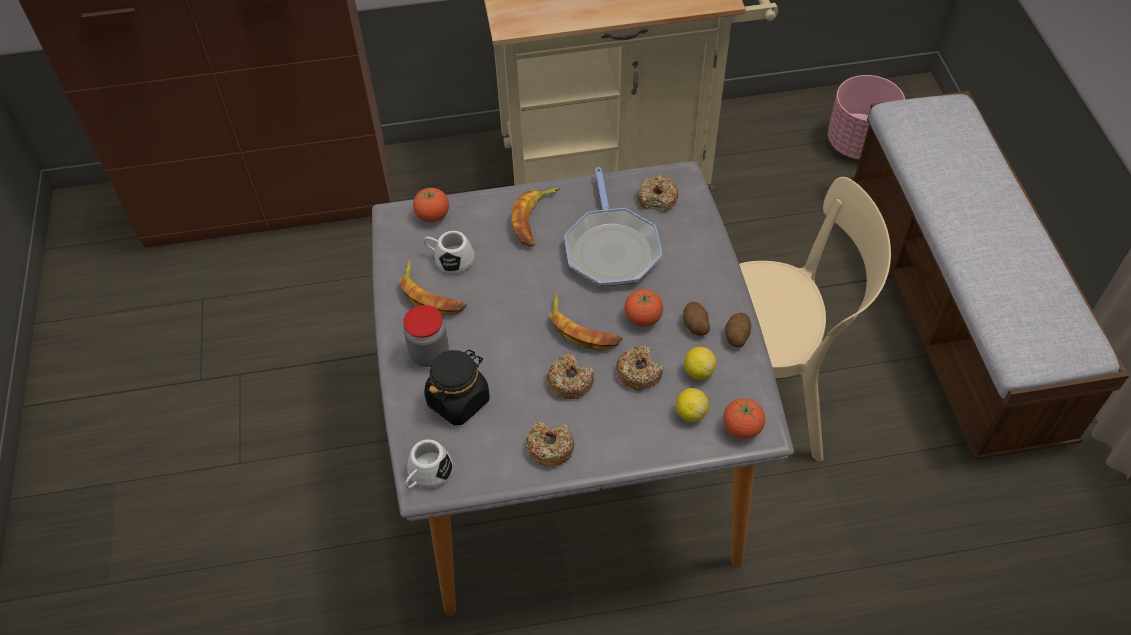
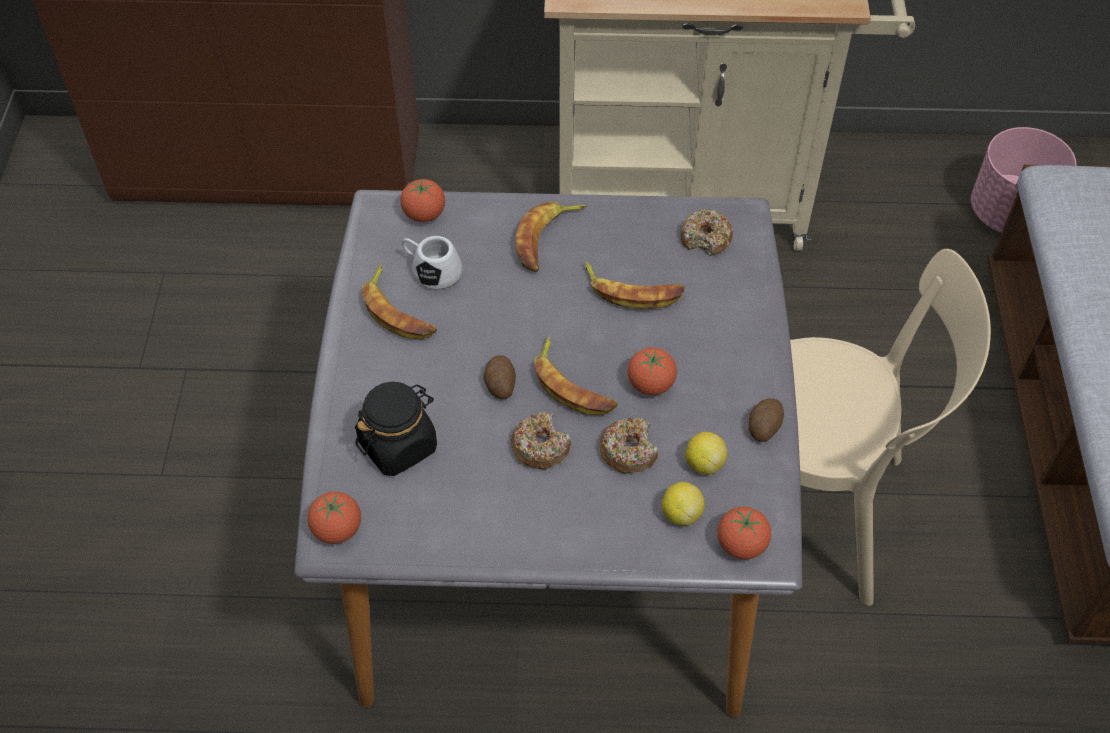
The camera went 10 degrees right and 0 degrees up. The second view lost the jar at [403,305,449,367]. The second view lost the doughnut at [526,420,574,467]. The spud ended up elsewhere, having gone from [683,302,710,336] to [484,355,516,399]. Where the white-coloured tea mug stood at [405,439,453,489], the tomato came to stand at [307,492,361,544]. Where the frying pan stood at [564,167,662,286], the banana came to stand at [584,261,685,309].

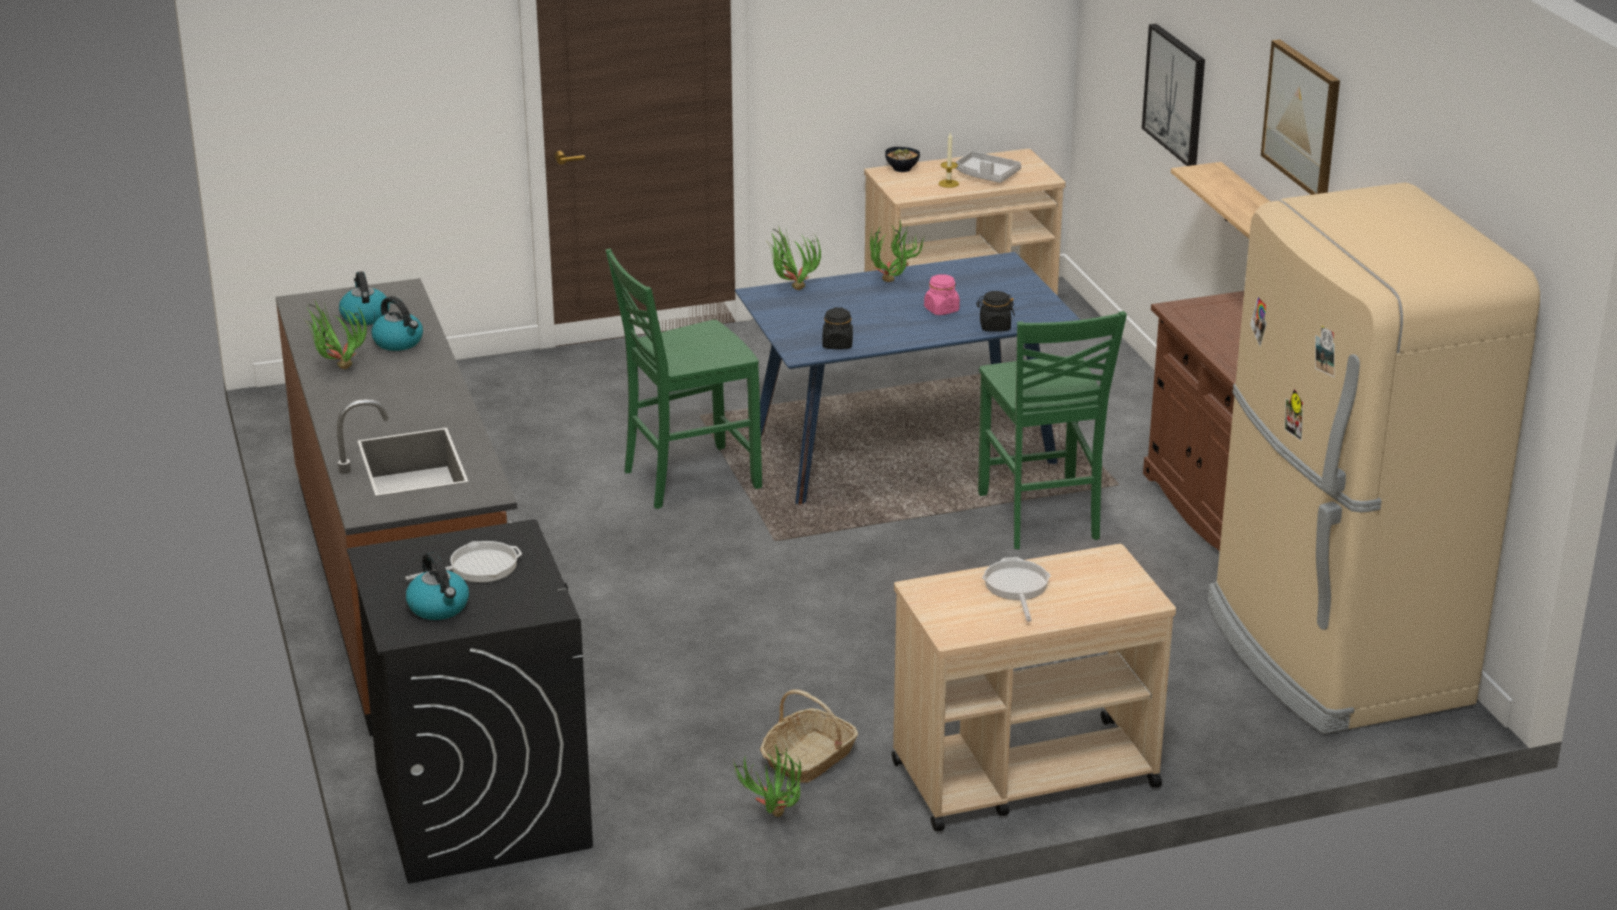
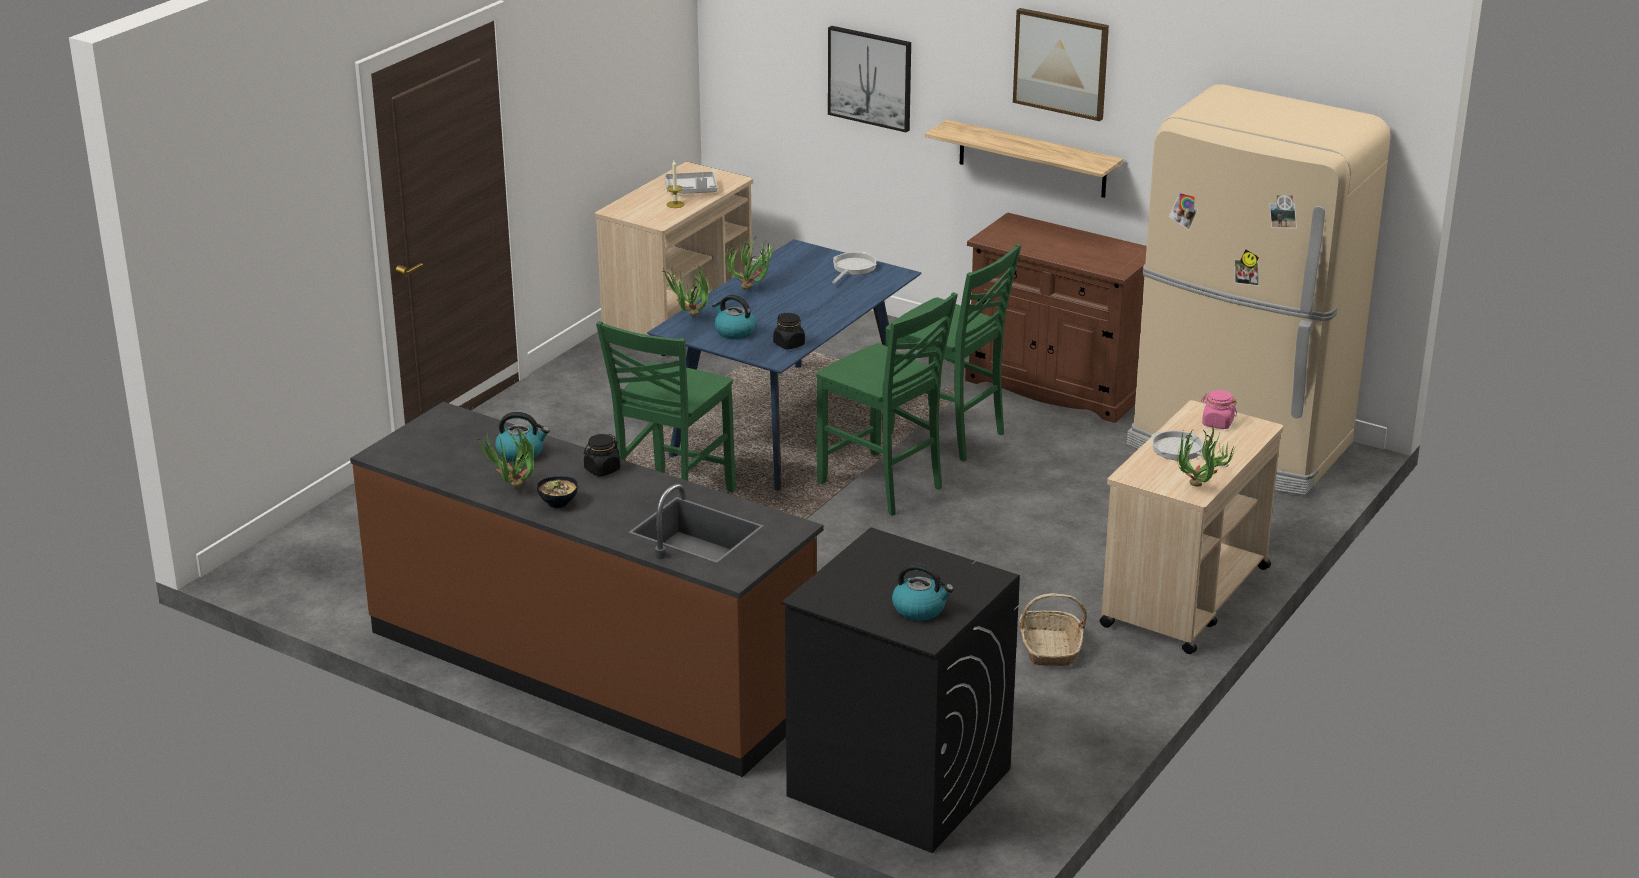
The camera went 40 degrees left and 0 degrees up. The second view gained the greenish plain chair at [816,292,958,516]. The water kettle ended up elsewhere, having gone from [339,271,390,325] to [712,295,757,339]. The frying pan ended up elsewhere, having gone from [405,541,522,583] to [832,251,876,284]. The plant in a pot ended up elsewhere, having gone from [734,745,802,817] to [1177,426,1237,487]. The bowl ended up elsewhere, having gone from [885,147,920,172] to [537,476,578,508]. The pink-coloured jar ended up elsewhere, having gone from [924,274,960,315] to [1201,390,1237,429]. The black jar ended up elsewhere, having gone from [976,291,1015,332] to [584,434,620,476].

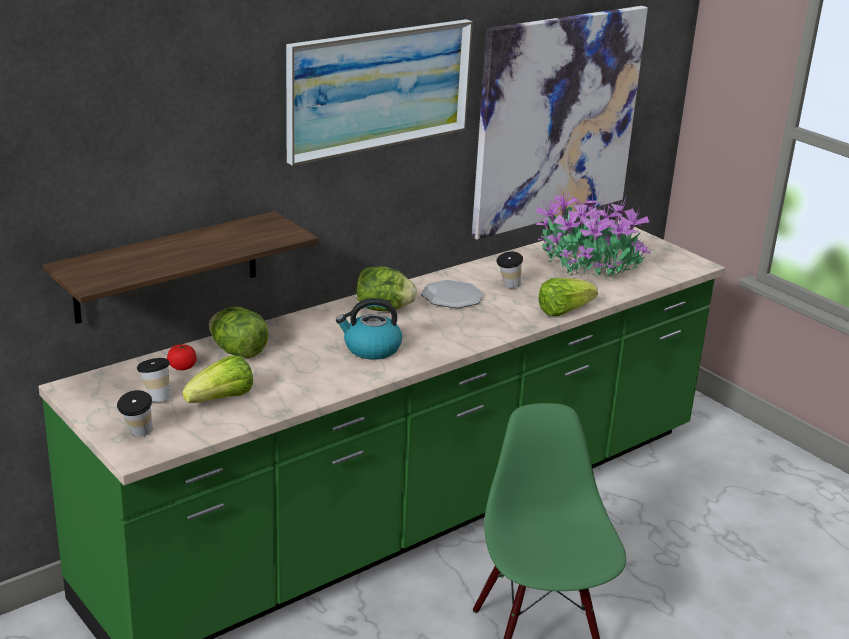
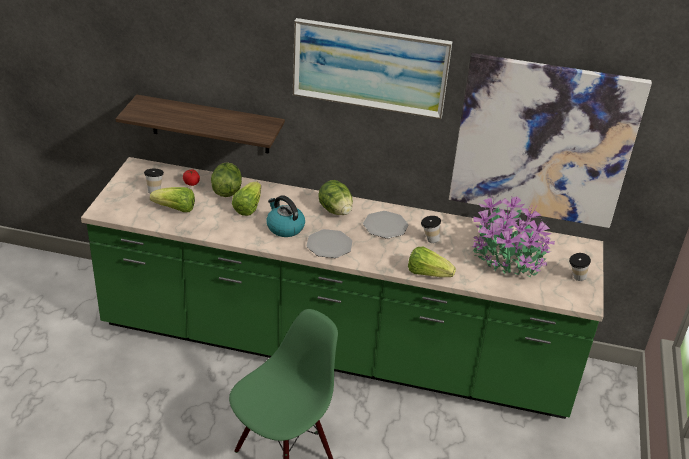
The camera went 50 degrees right and 10 degrees up. The second view gained the head of lettuce at [232,182,261,216]. The second view gained the flat dish at [307,229,352,258]. The drinking cup ended up elsewhere, having gone from [117,390,152,437] to [569,253,591,281].

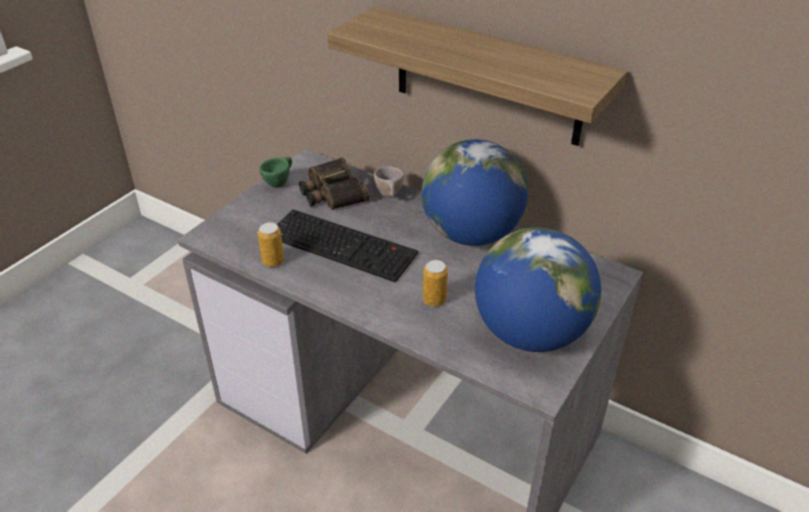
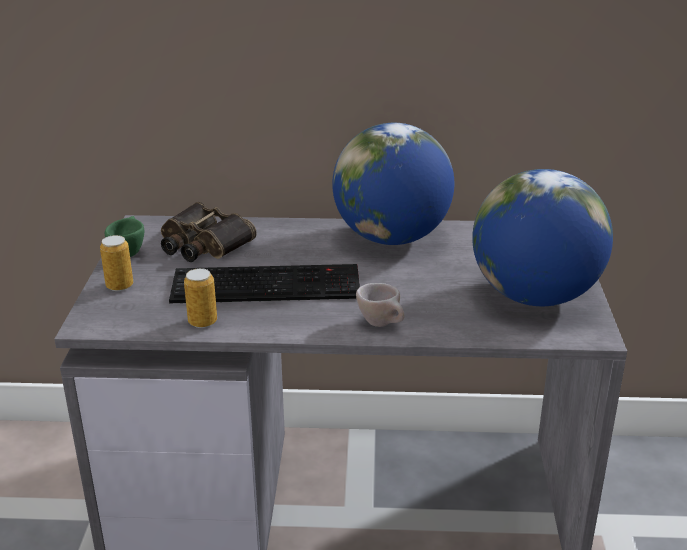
The camera went 30 degrees left and 10 degrees down. The second view lost the shelf at [327,7,628,146]. The beige drinking cup ended up elsewhere, having gone from [374,166,404,197] to [356,283,404,327]. The can ended up elsewhere, having gone from [423,260,448,306] to [100,235,133,291].

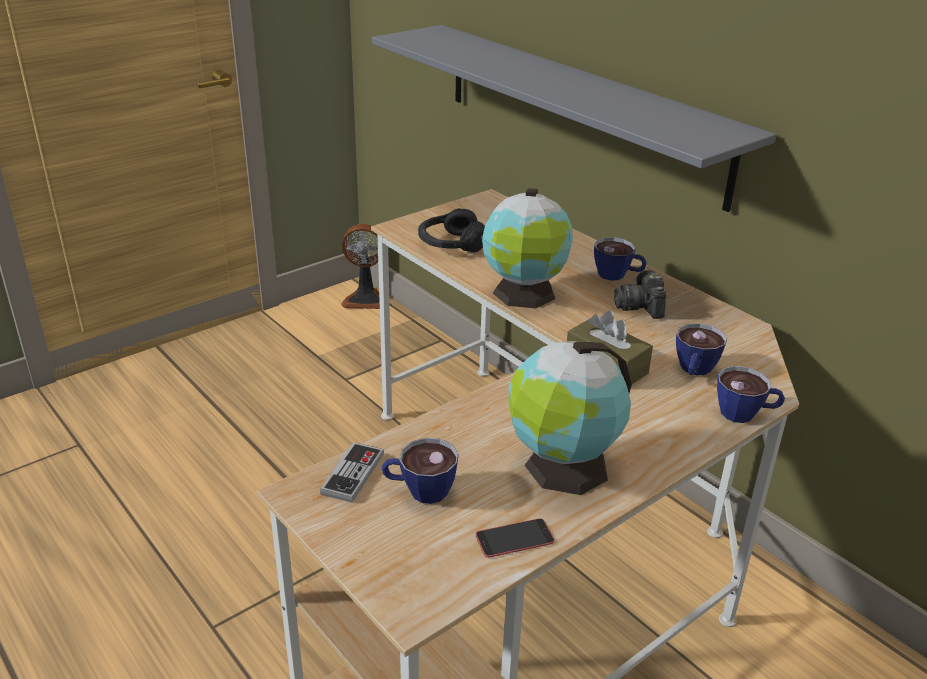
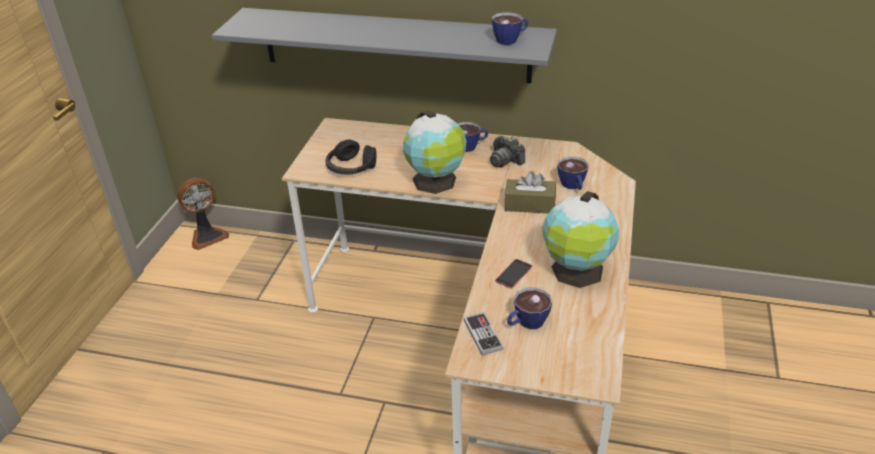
The camera went 35 degrees left and 5 degrees up. The telephone ended up elsewhere, having gone from [475,518,555,558] to [495,259,532,288]. The drinking cup ended up elsewhere, having gone from [717,366,785,423] to [492,12,528,45].

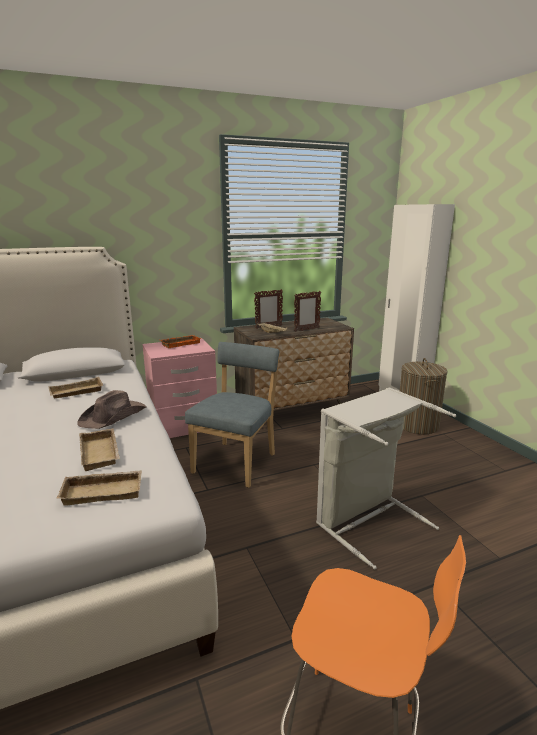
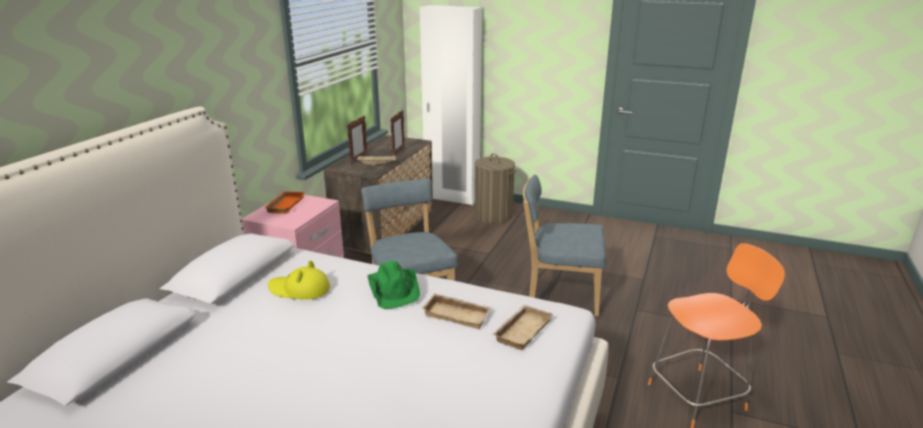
The camera went 45 degrees left and 5 degrees up. Where the beige carrying tray stood at [48,377,103,399], the yellowish clothing hat came to stand at [268,261,330,300]. Where the grey hamper stood at [316,387,456,569], the blue plain chair came to stand at [523,174,606,317]. What was the brown-coloured clothing hat at [77,390,146,429] turned into the greenish clothing hat at [367,261,420,309].

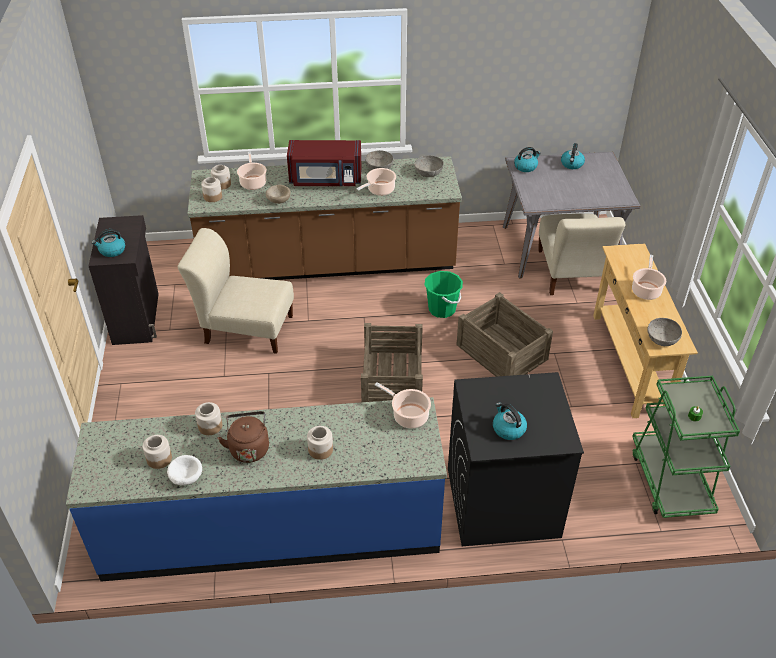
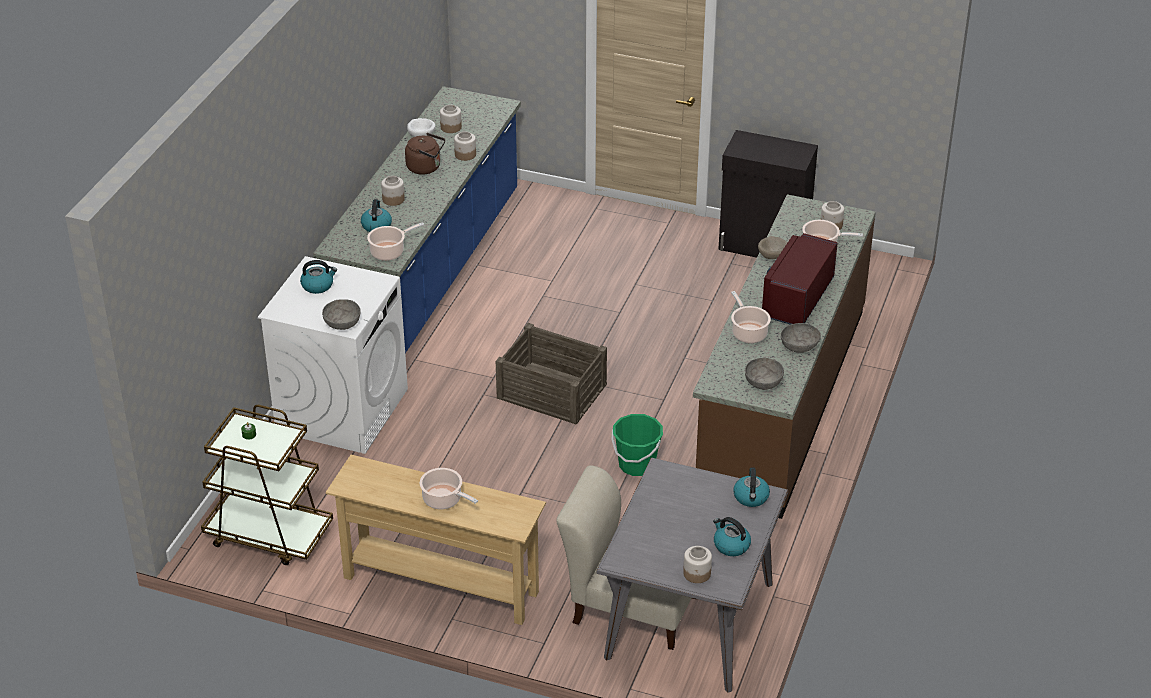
The camera went 115 degrees right and 5 degrees down. The second view lost the beige plain chair at [178,228,294,354]. The second view lost the packing crate at [457,292,553,377]. The water kettle ended up elsewhere, having gone from [92,229,125,257] to [361,199,392,232]. The jar ended up elsewhere, having gone from [201,177,222,202] to [683,546,712,583]. The grey bowl ended up elsewhere, having gone from [648,318,682,346] to [322,299,361,330]. What was the black laundry appliance at [448,372,584,546] turned into the white-coloured laundry appliance at [258,256,408,454]. What was the greenish cart at [632,376,740,518] turned into the brown-coloured cart at [201,405,333,565].

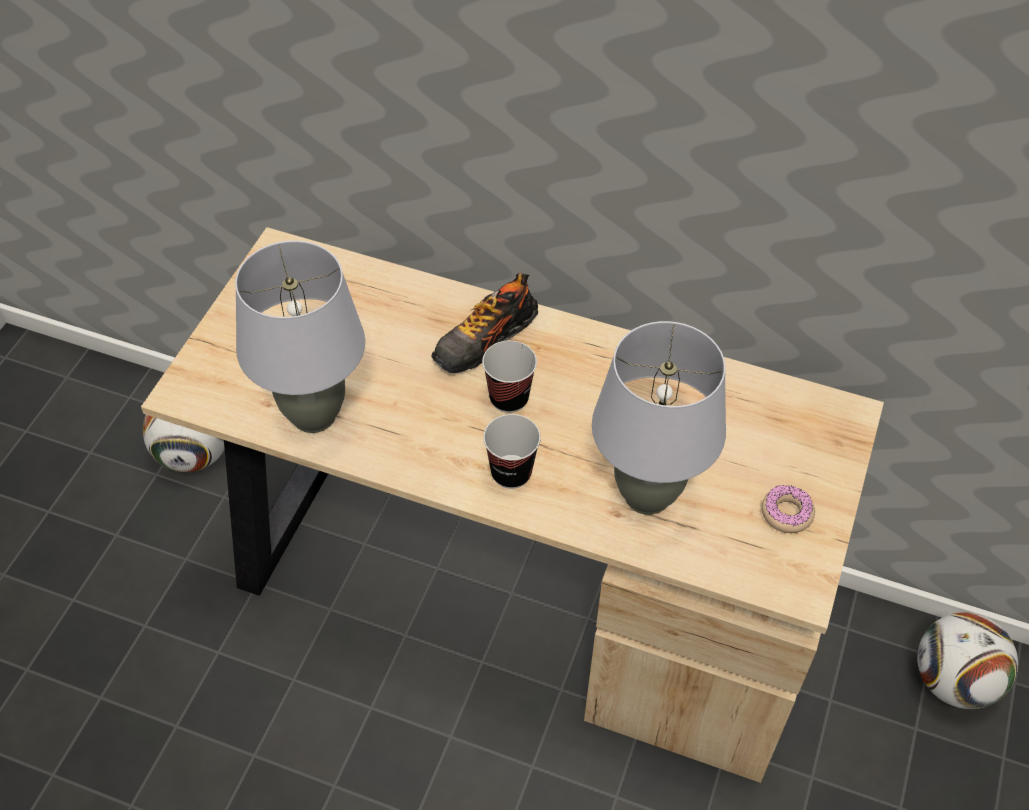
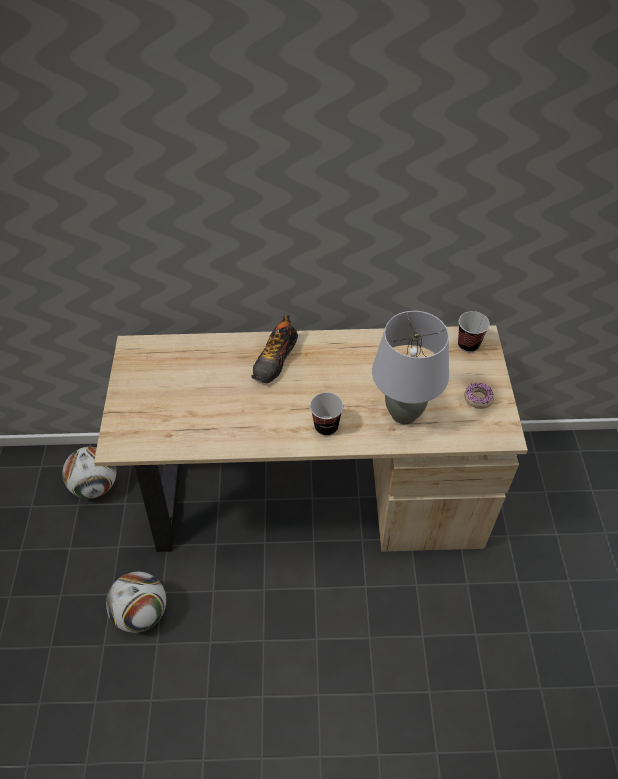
The camera went 20 degrees left and 0 degrees up. The second view lost the grey lamp for a table at [235,240,365,433]. The drinking cup ended up elsewhere, having gone from [482,340,537,413] to [458,311,490,353]. The football ball ended up elsewhere, having gone from [918,612,1018,709] to [106,572,166,633].

